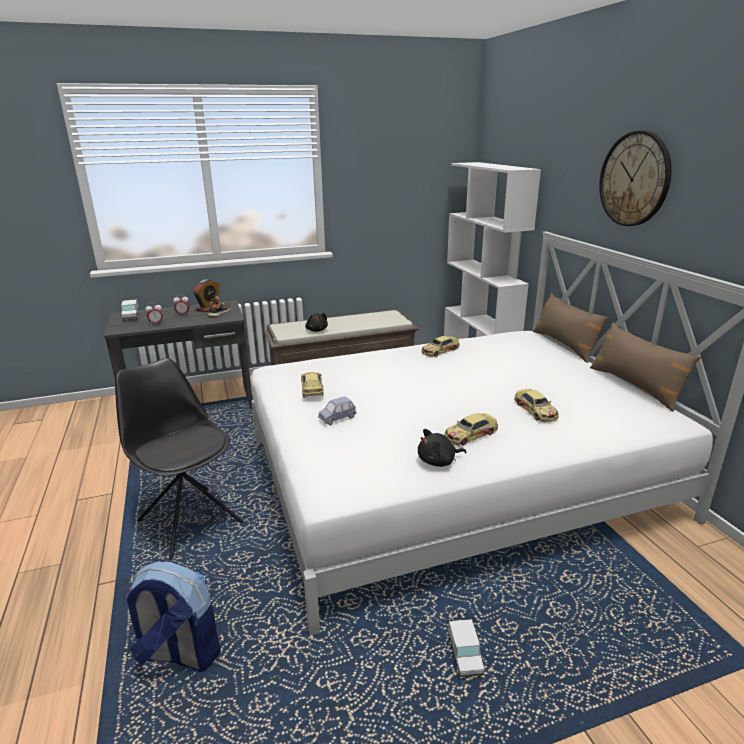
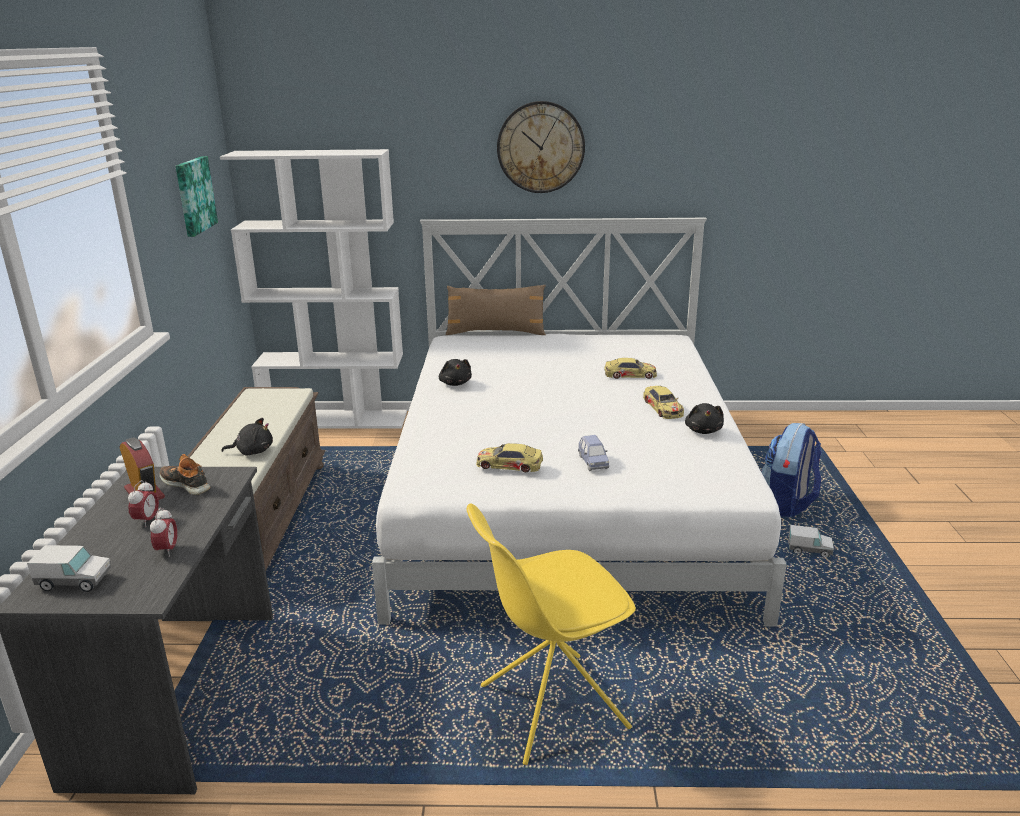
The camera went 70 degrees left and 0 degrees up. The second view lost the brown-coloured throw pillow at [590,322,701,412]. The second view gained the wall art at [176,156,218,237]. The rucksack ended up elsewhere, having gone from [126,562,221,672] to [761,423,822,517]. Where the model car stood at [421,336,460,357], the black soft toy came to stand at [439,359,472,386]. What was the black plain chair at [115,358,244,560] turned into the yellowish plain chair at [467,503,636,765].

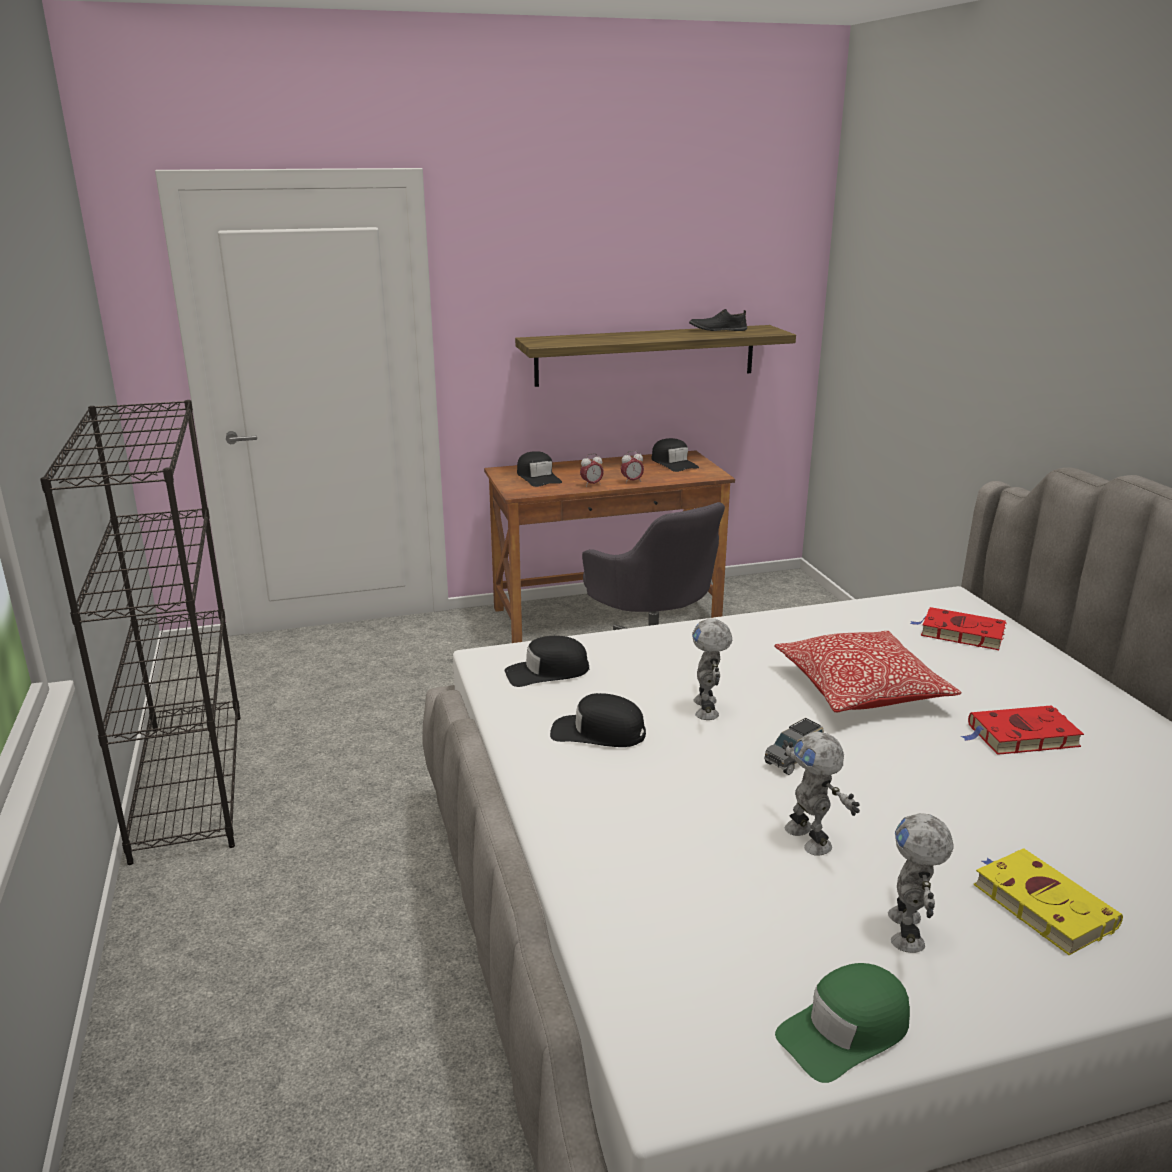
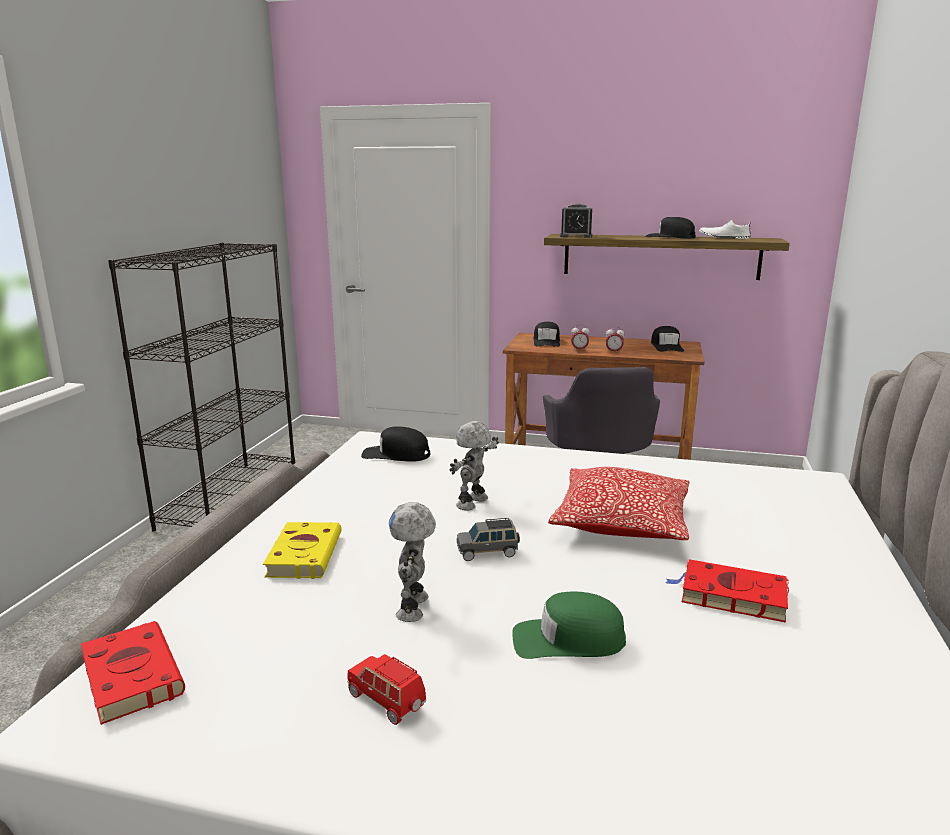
The camera went 30 degrees right and 5 degrees down. The second view gained the alarm clock at [560,204,592,238]. The black cap ended up elsewhere, having gone from [550,693,646,747] to [645,217,696,238]. The greenish cap ended up elsewhere, having gone from [775,963,910,1083] to [512,592,626,659]. The reddish bound book ended up elsewhere, having gone from [910,607,1007,650] to [81,621,185,725]. The yellowish bound book ended up elsewhere, having gone from [973,848,1123,955] to [263,522,342,579]. Where the toy robot stood at [888,813,954,953], the reddish model car came to stand at [347,654,427,725]. What was the black shoe at [689,309,747,331] turned into the white-coloured shoe at [699,220,751,239].

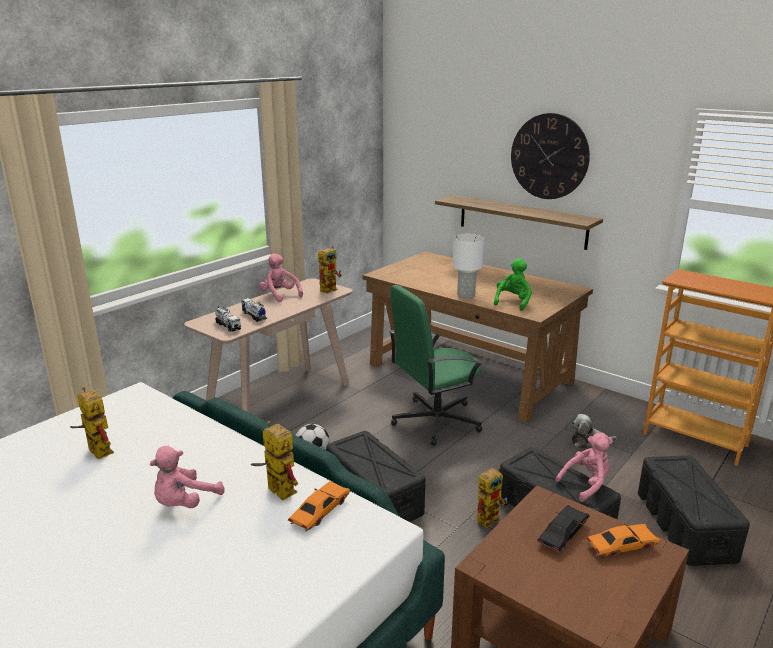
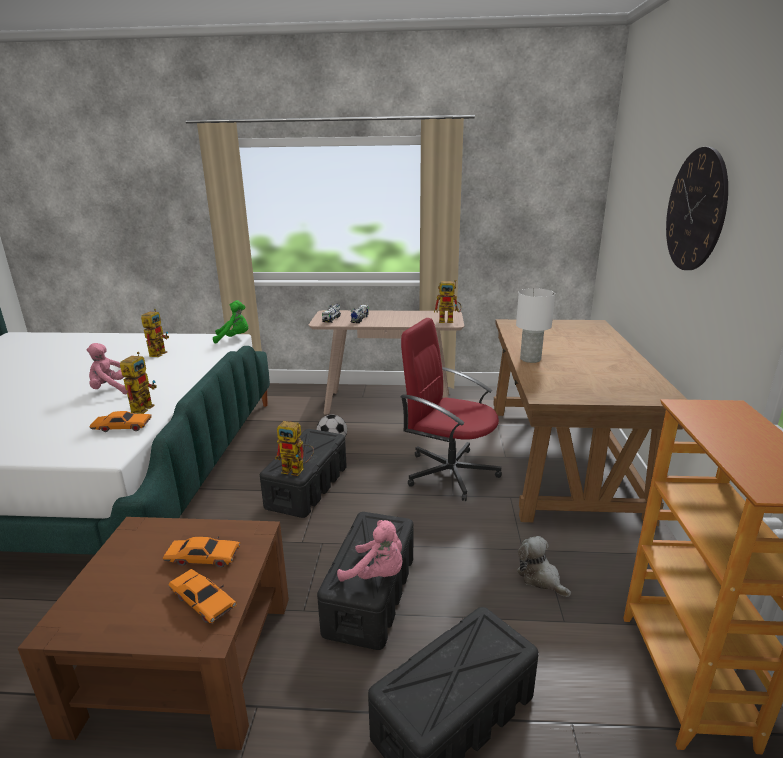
The camera went 55 degrees right and 0 degrees up. The second view lost the pink-coloured soft toy at [259,253,303,303]. The second view lost the shelf at [435,195,603,250]. The toy robot ended up elsewhere, having gone from [477,467,508,528] to [275,421,314,476]. The greenish soft toy ended up elsewhere, having gone from [494,258,532,311] to [213,300,248,344]. What was the greenish computer chair at [389,285,482,446] turned into the reddish computer chair at [400,318,502,501]. What was the black model car at [537,505,589,553] turned into the orange model car at [163,536,240,567].

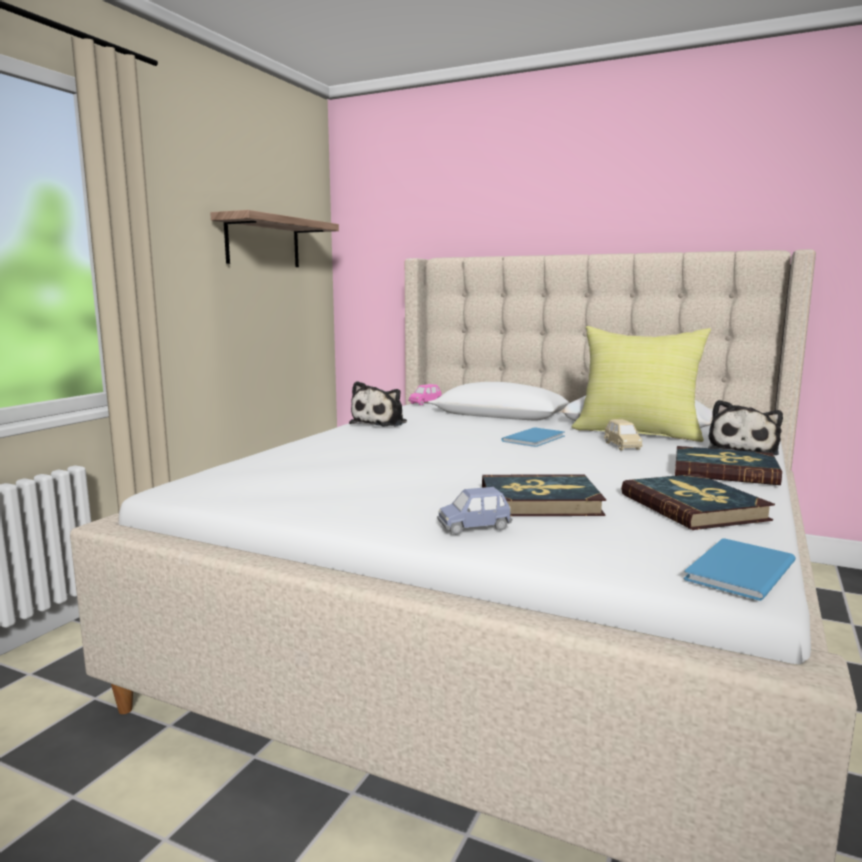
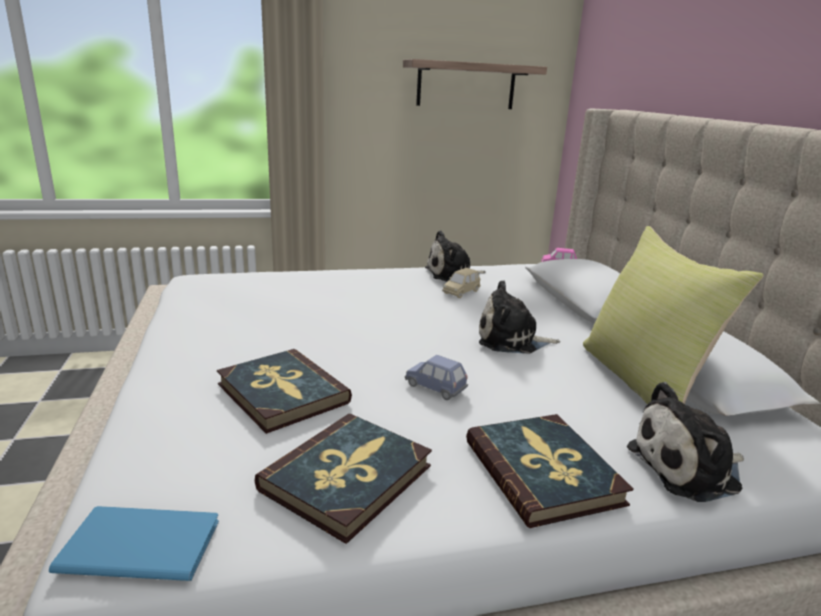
The camera went 50 degrees right and 10 degrees up. The blue model car ended up elsewhere, having gone from [437,487,512,535] to [405,355,468,400]. The beige model car ended up elsewhere, having gone from [604,419,643,451] to [442,268,481,298]. Where the blue bound book stood at [501,427,565,447], the soft toy came to stand at [479,280,560,354].

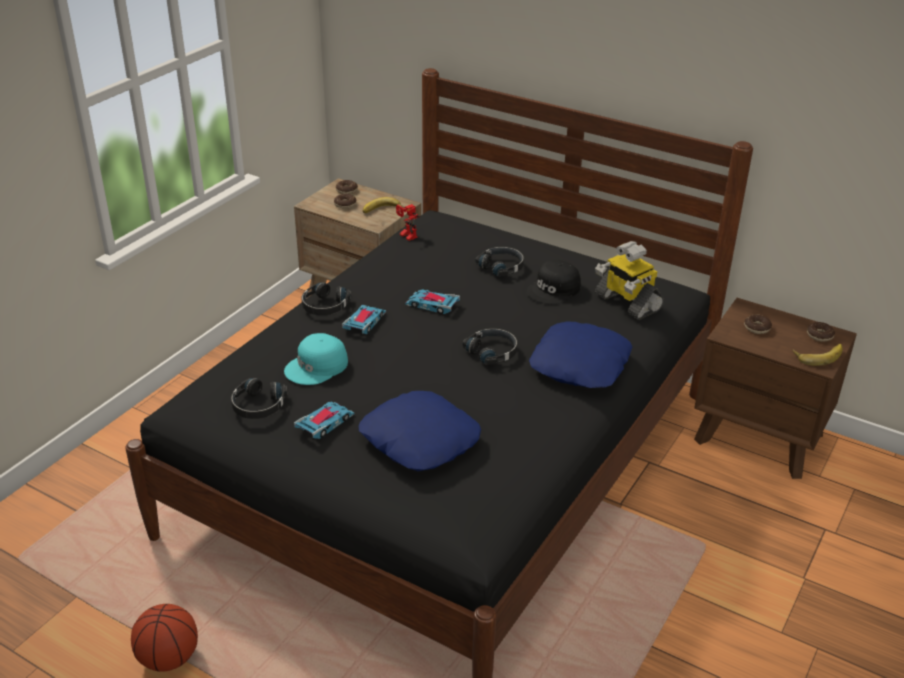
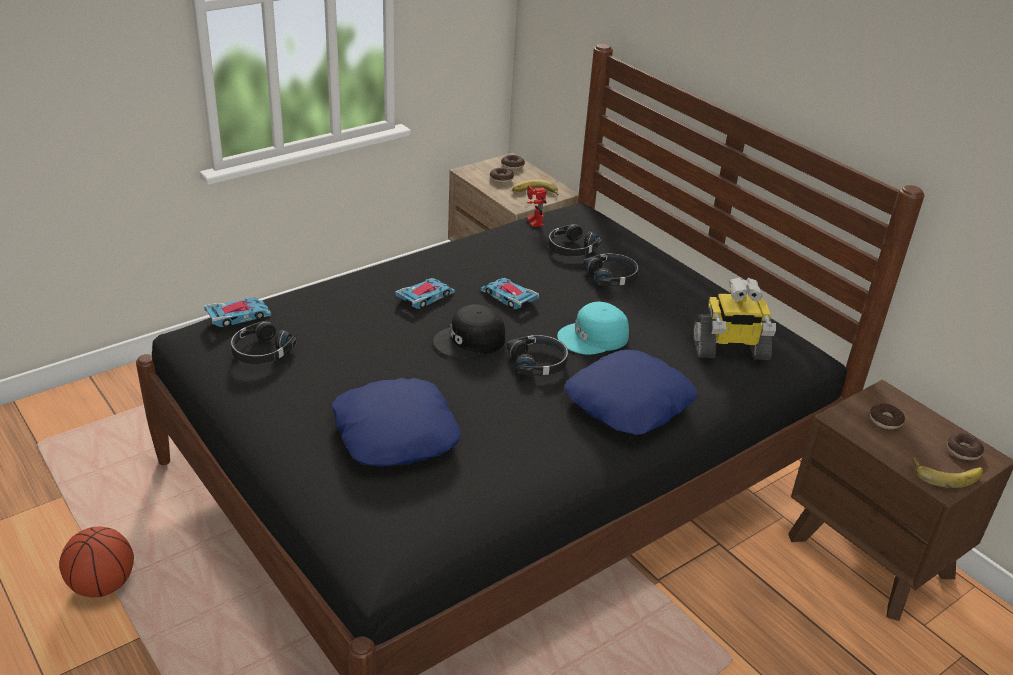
The camera went 20 degrees right and 0 degrees up. The turquoise cap ended up elsewhere, having gone from [284,333,348,385] to [557,302,629,355]. The model car ended up elsewhere, having gone from [294,402,355,439] to [204,297,272,327]. The black pair of headphones ended up elsewhere, having gone from [302,282,351,315] to [548,224,601,257]. The black cap ended up elsewhere, having gone from [526,260,581,304] to [433,304,505,359]. The toy robot at [595,241,664,320] ended up facing another way, 75 degrees counterclockwise from before.

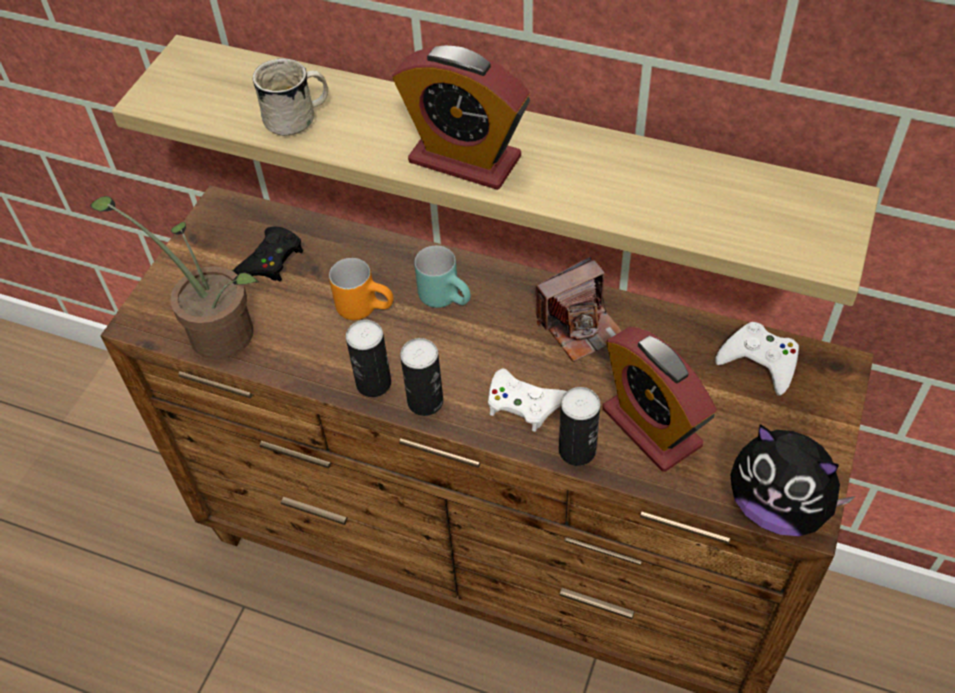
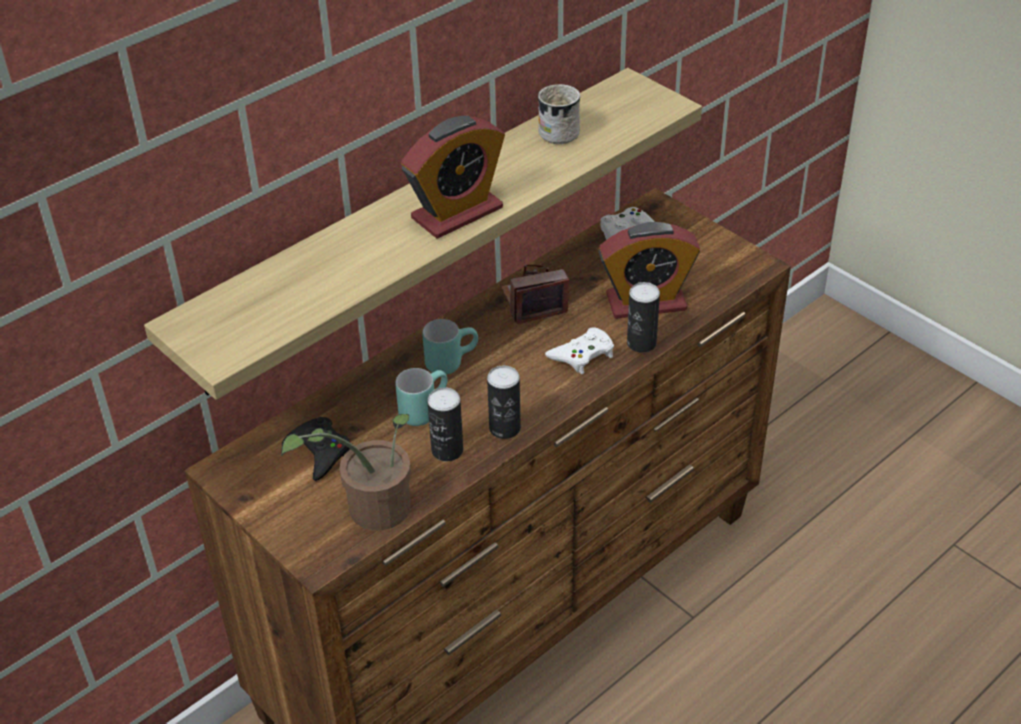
The camera went 65 degrees left and 10 degrees down. The second view lost the soft toy at [731,424,856,536]. The white-coloured tea mug ended up elsewhere, having gone from [253,58,328,136] to [538,84,580,144]. The can ended up elsewhere, having gone from [400,338,443,416] to [427,387,463,461]. What was the orange tea mug at [329,258,394,320] turned into the turquoise tea mug at [395,368,448,426]. The still camera at [536,257,622,362] ended up facing another way, 105 degrees counterclockwise from before.

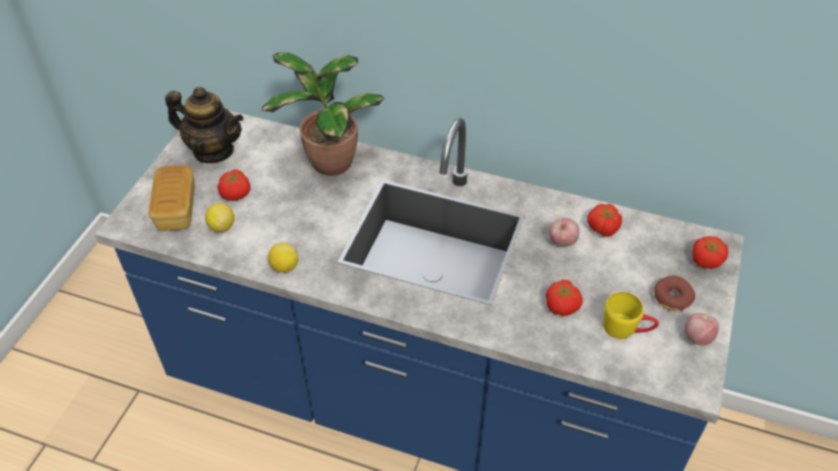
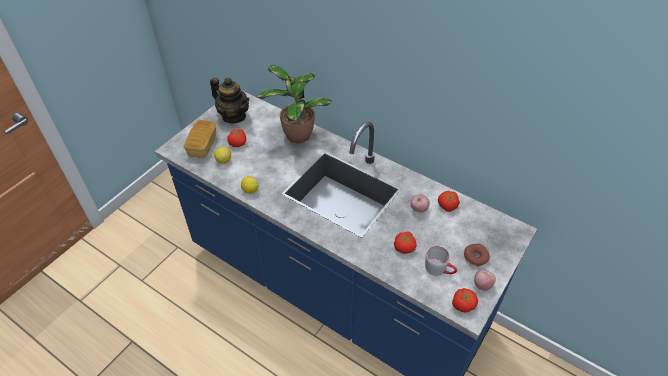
The camera went 15 degrees right and 0 degrees up. The tomato ended up elsewhere, having gone from [692,236,728,269] to [452,288,478,312]. What was the yellowish tea mug at [603,292,659,339] turned into the grey tea mug at [425,246,457,275].

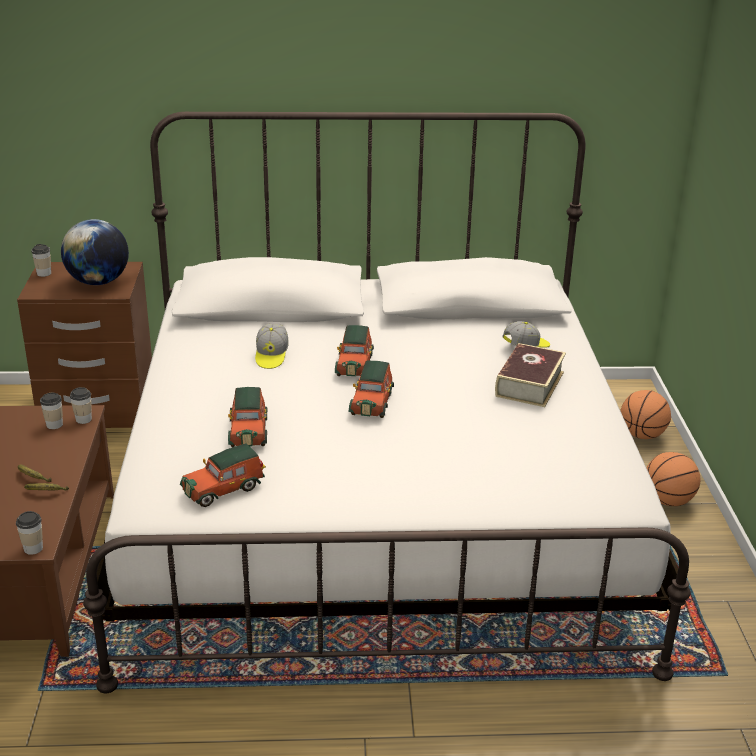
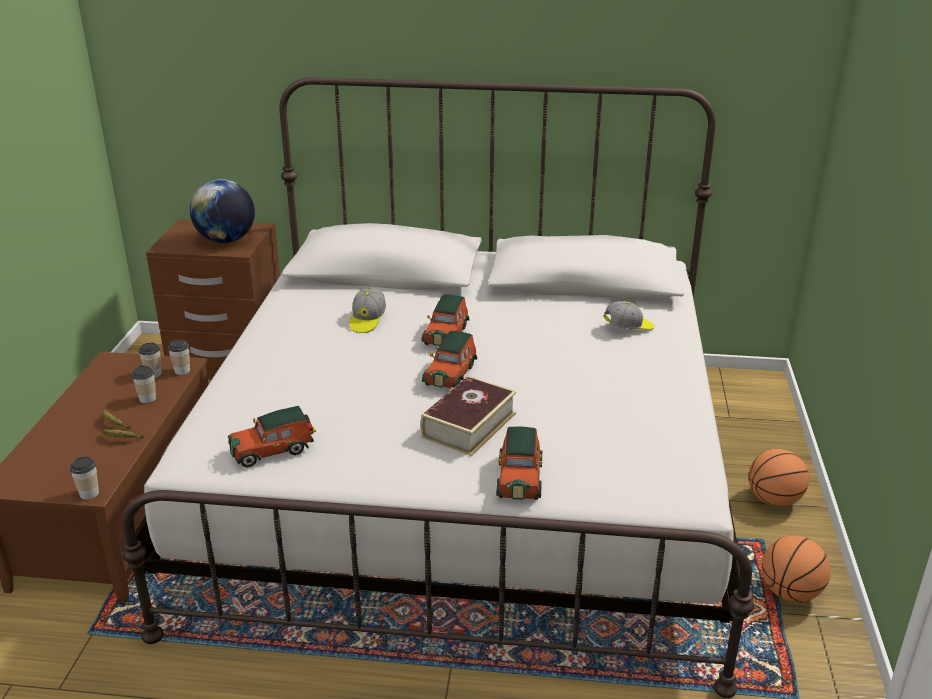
The camera went 10 degrees right and 0 degrees up. The drinking cup ended up elsewhere, having gone from [31,244,51,277] to [132,365,156,403]. The model car ended up elsewhere, having gone from [228,387,268,447] to [496,426,542,500]. The bound book ended up elsewhere, having gone from [495,343,566,407] to [421,376,517,456]. The basketball ball ended up elsewhere, having gone from [620,390,671,439] to [762,536,830,602].

